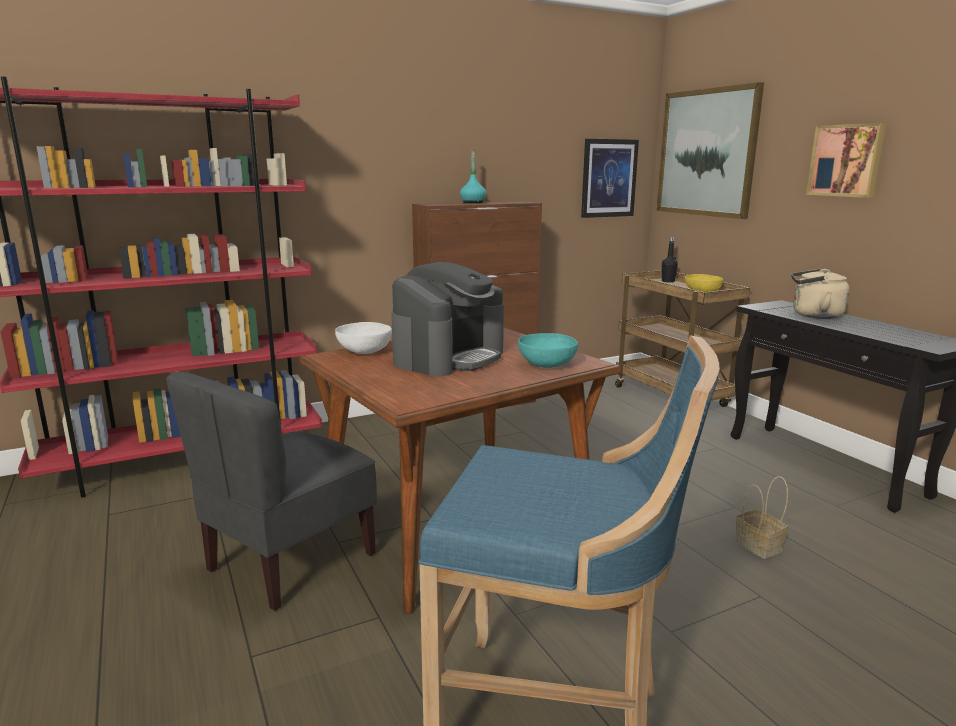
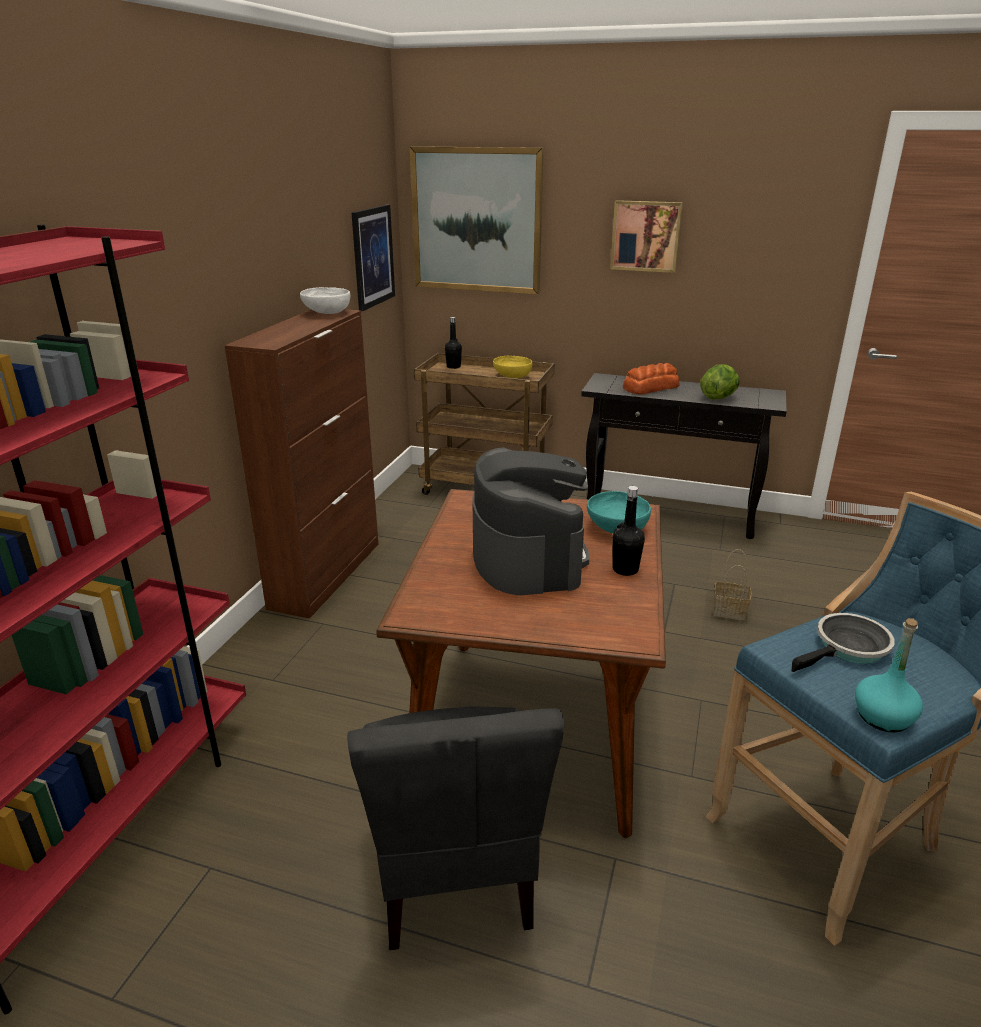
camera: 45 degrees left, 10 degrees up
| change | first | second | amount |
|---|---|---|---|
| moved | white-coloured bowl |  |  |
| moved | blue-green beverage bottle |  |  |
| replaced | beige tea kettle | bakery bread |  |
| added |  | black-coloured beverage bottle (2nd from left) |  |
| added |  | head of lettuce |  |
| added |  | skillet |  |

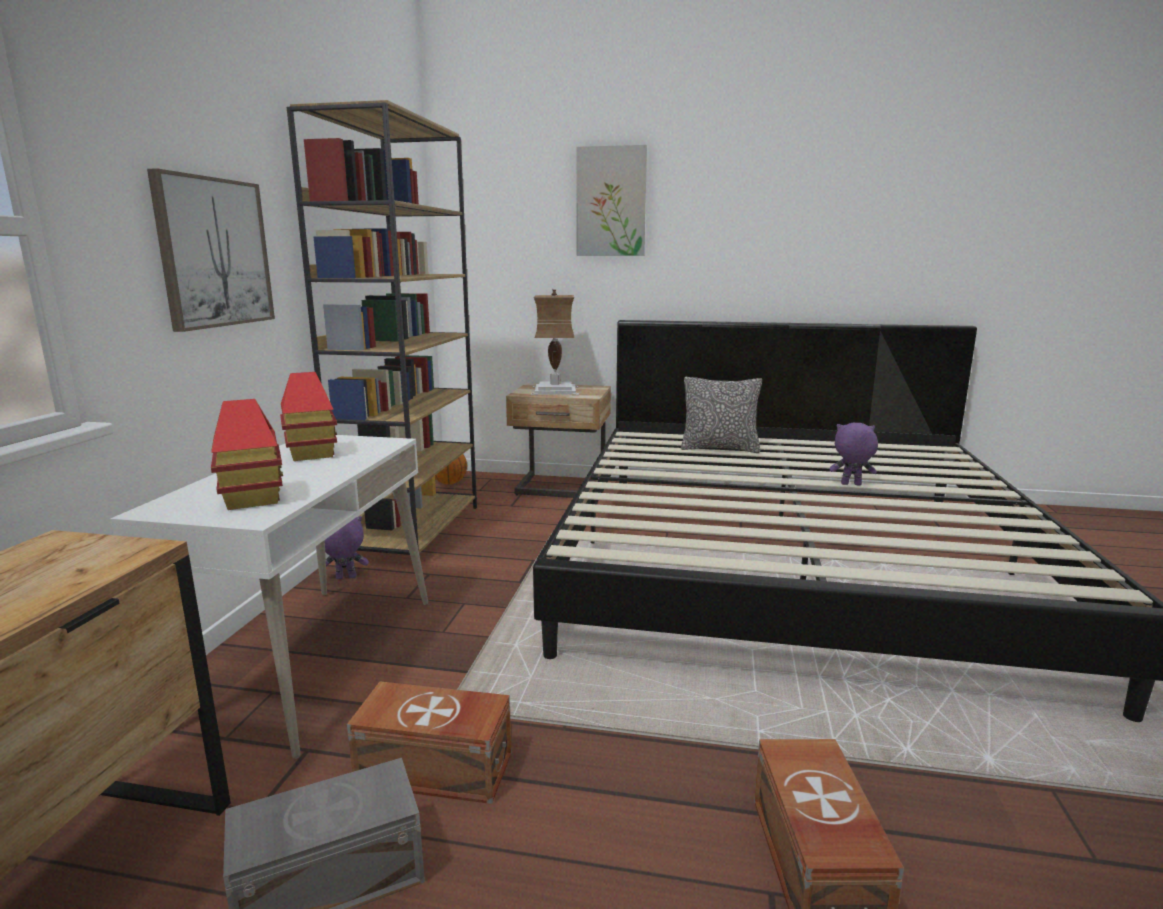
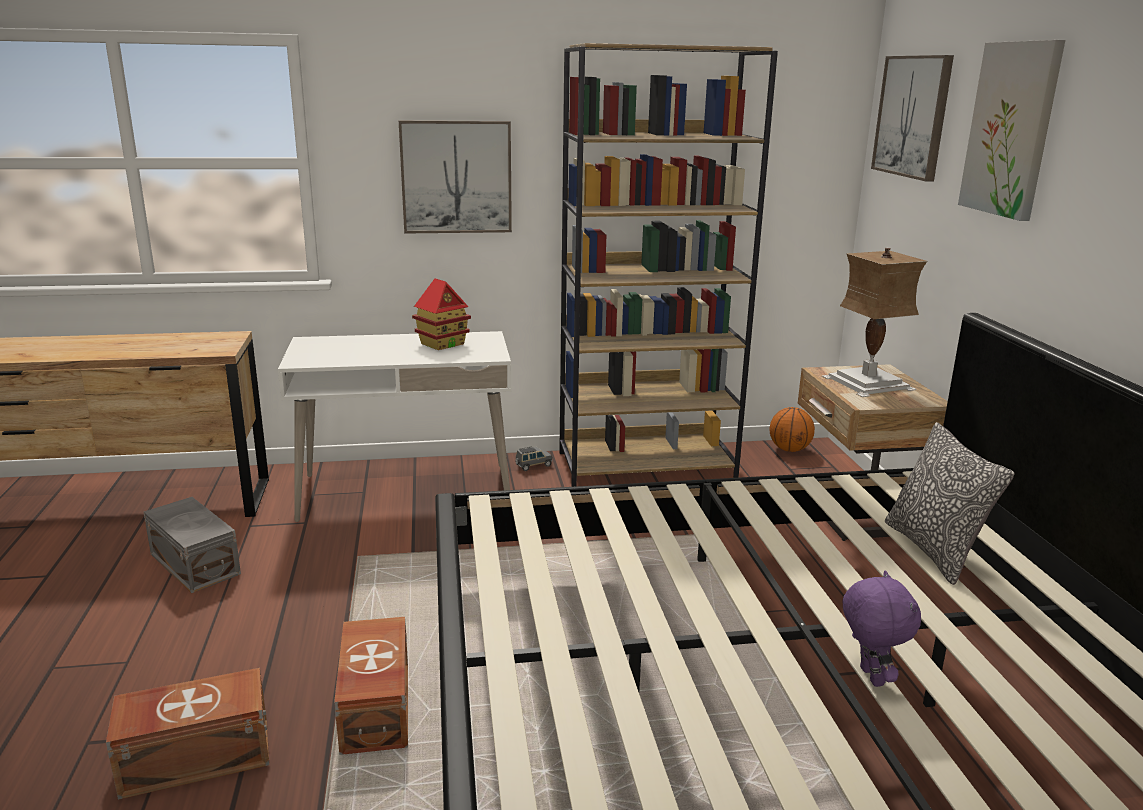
camera: 70 degrees right, 5 degrees up
| change | first | second | amount |
|---|---|---|---|
| removed | toy house (1st from left) |  |  |
| replaced | purple-coloured cuddly toy (1st from left) | grey toy car |  |
| moved | brown storage bin (1st from left in the first image) | brown storage bin (2nd from left) |  |
| added |  | picture (2nd from left) |  |

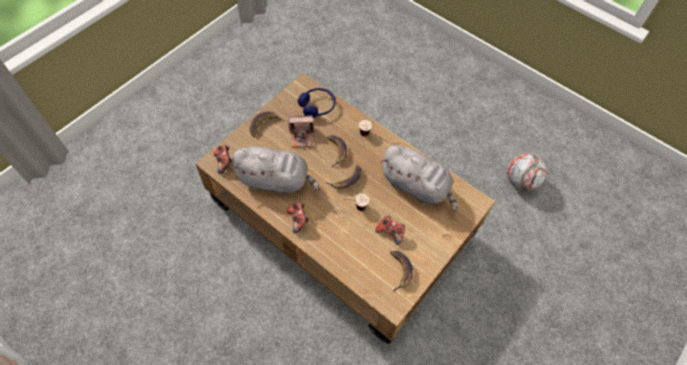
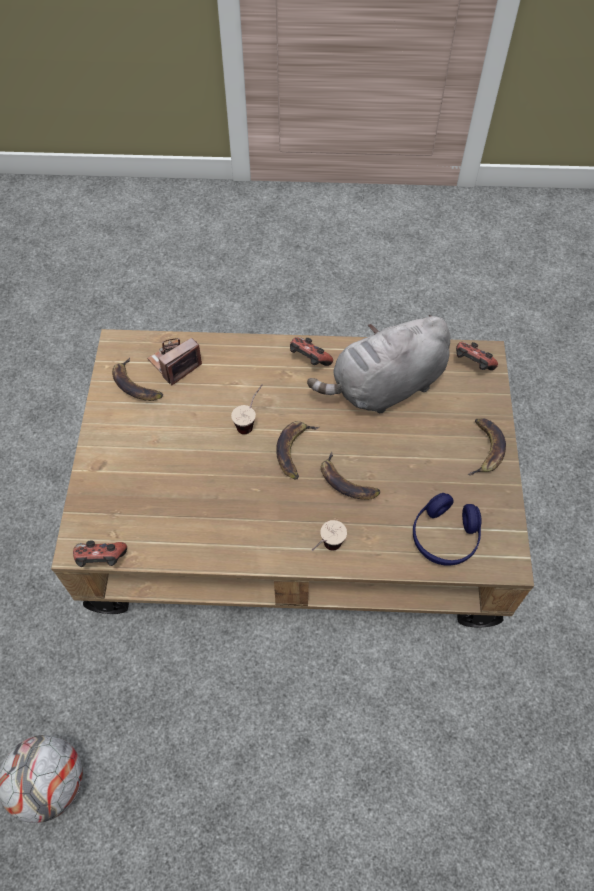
camera: 145 degrees right, 0 degrees up
| change | first | second | amount |
|---|---|---|---|
| moved | photo camera |  |  |
| moved | joypad (3rd from left in the first image) | joypad (1st from left) |  |
| removed | grey cuddly toy (2nd from left) |  |  |

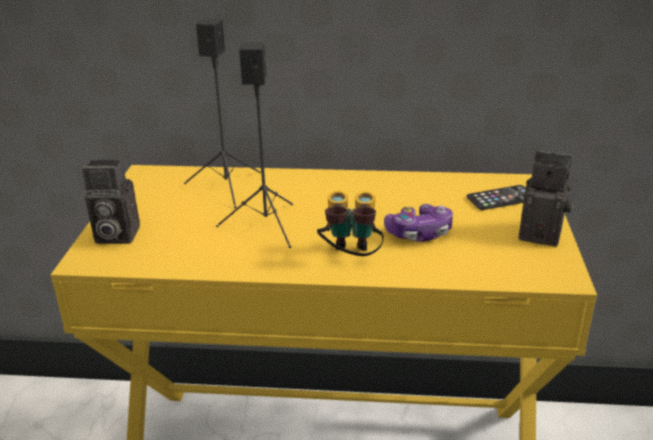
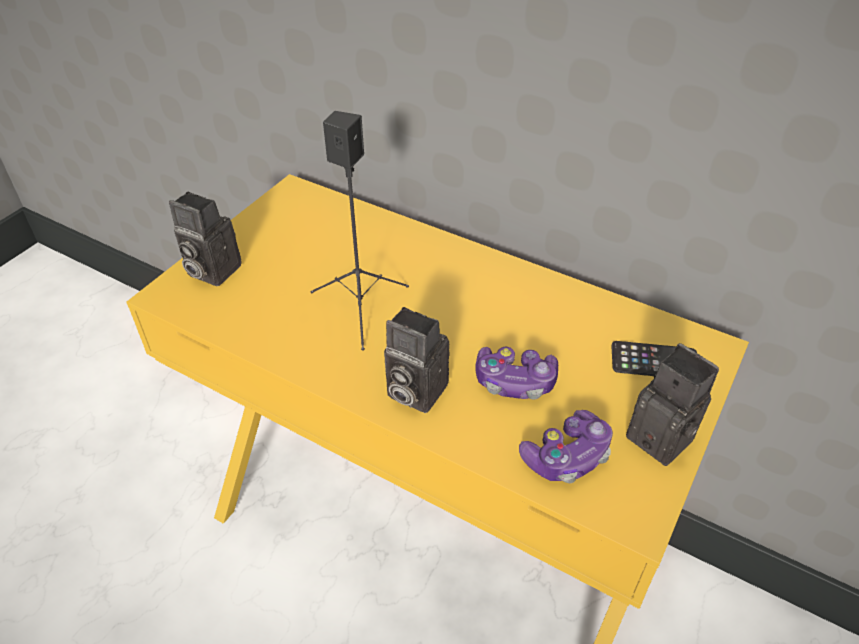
camera: 25 degrees right, 15 degrees up
| change | first | second | amount |
|---|---|---|---|
| removed | black-coloured loudspeaker (1st from left) |  |  |
| replaced | binoculars | photo camera (2nd from left) |  |
| added |  | joypad (2nd from left) |  |

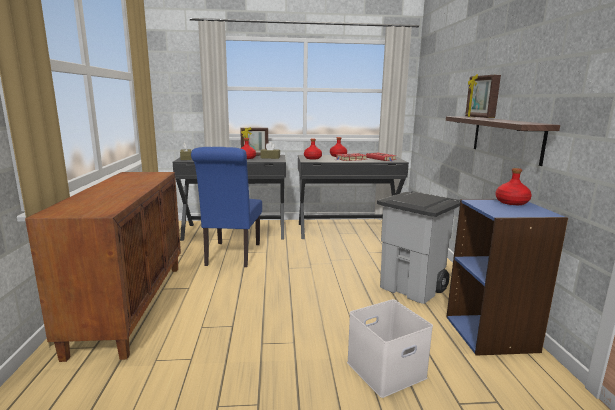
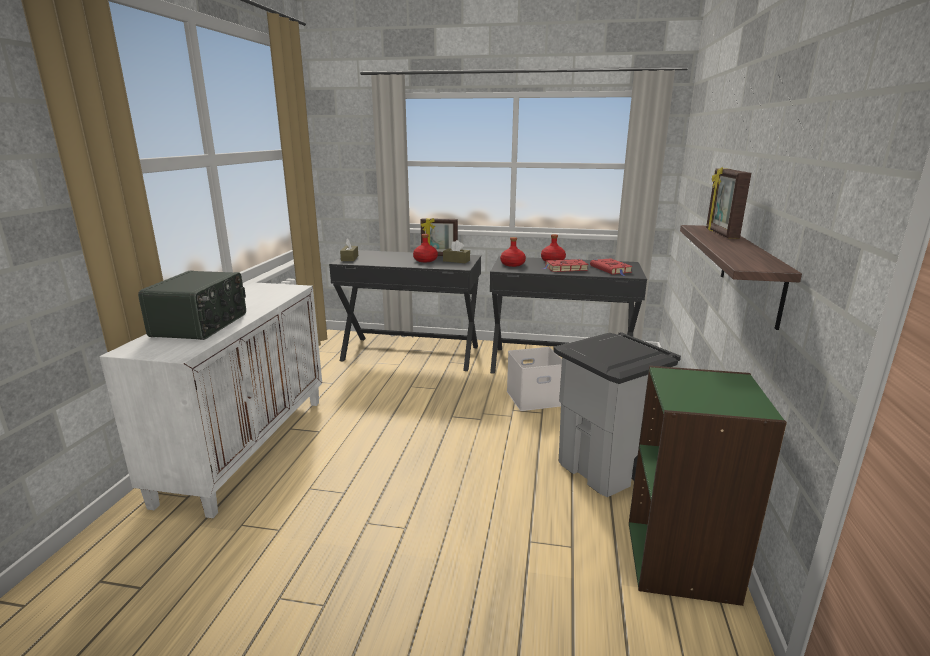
camera: 15 degrees right, 5 degrees up
| change | first | second | amount |
|---|---|---|---|
| recoloured | brown storage cabinet | white-coloured storage cabinet |  |
| removed | blue plain chair |  |  |
| moved | white-coloured storage bin |  |  |
| recoloured | blue bookshelf | green-coloured bookshelf |  |
| removed | red-coloured beverage bottle (4th from left) |  |  |
| added |  | radio |  |

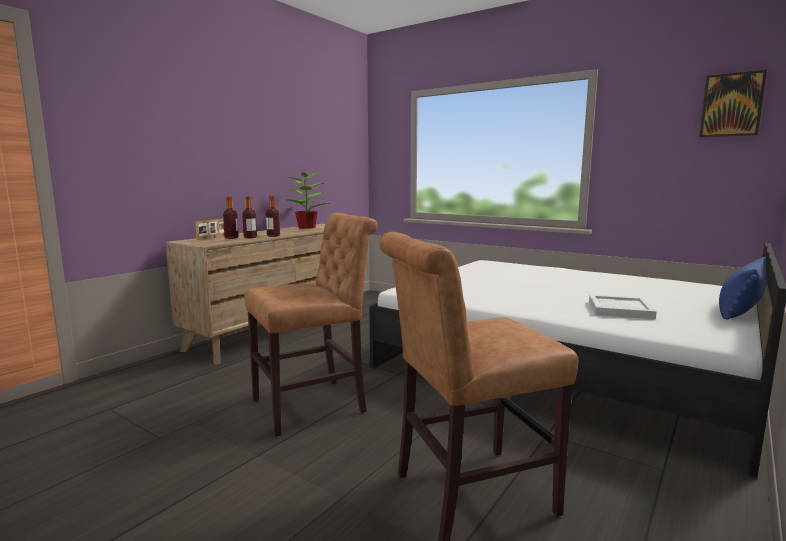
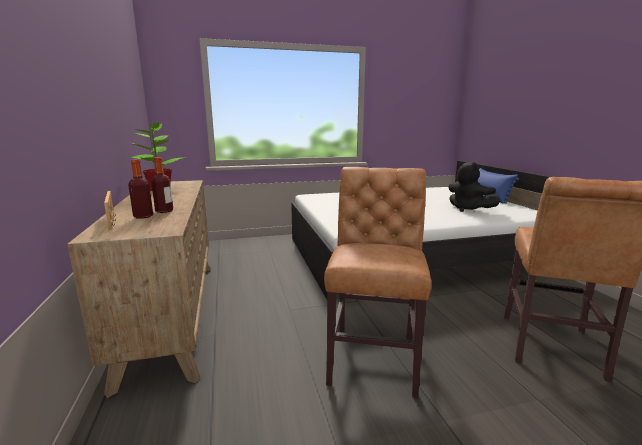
camera: 50 degrees left, 5 degrees up
| change | first | second | amount |
|---|---|---|---|
| removed | beverage bottle (3rd from left) |  |  |
| replaced | white-coloured carrying tray | black-coloured cuddly toy |  |
| removed | picture |  |  |

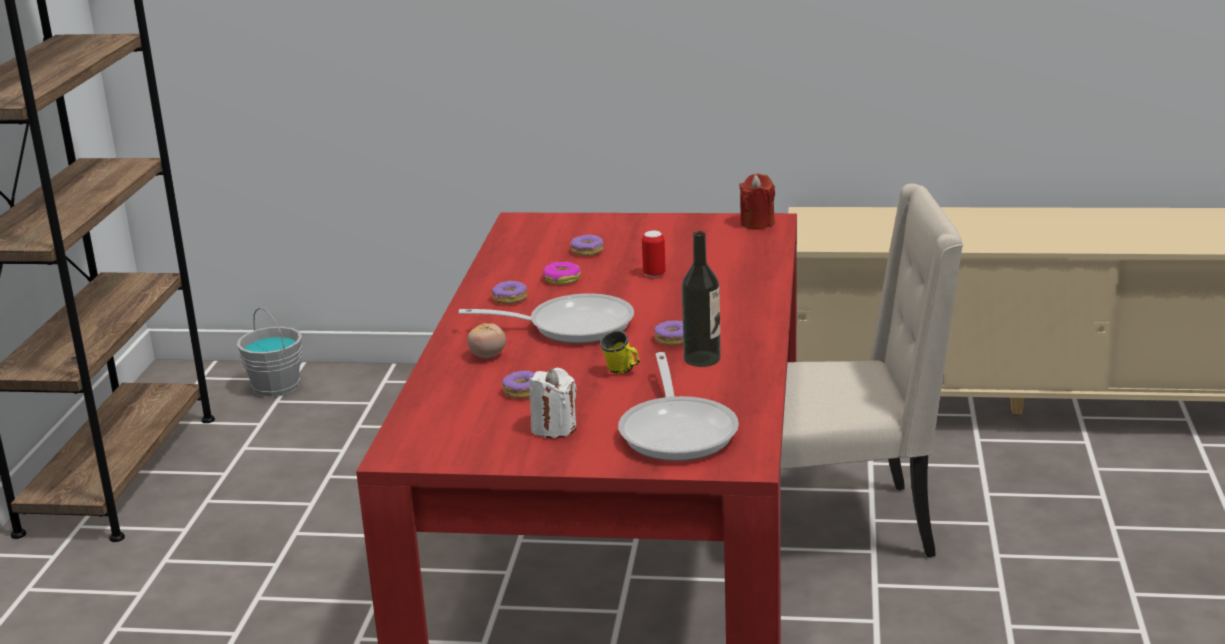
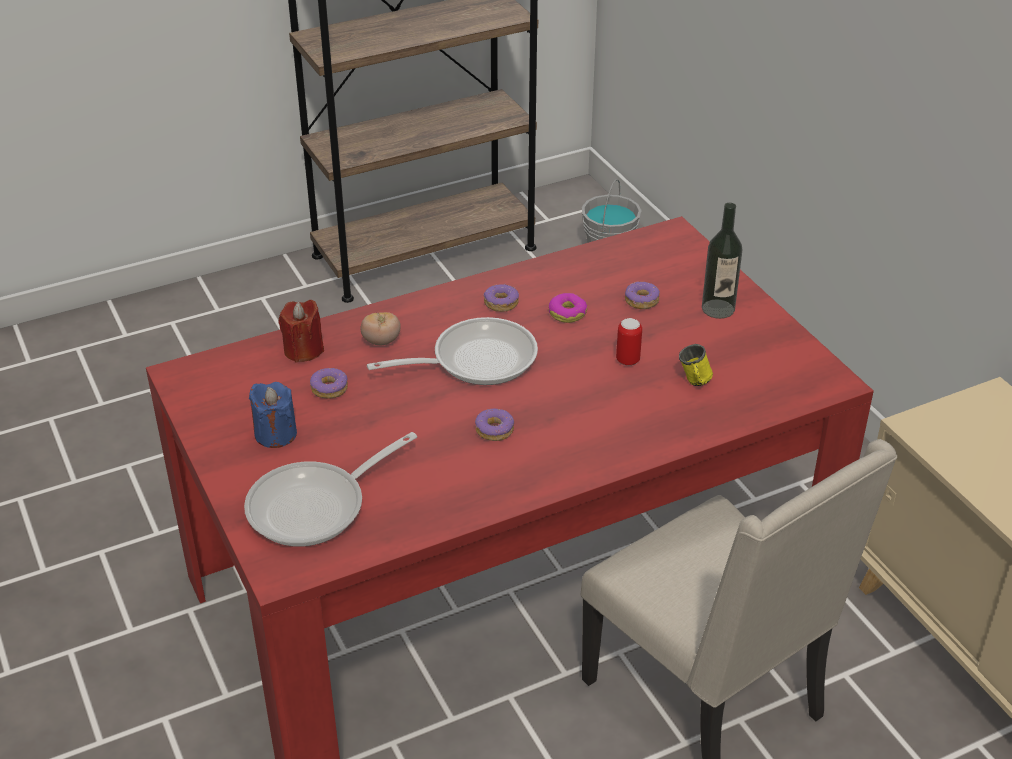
camera: 55 degrees right, 15 degrees up
| change | first | second | amount |
|---|---|---|---|
| turned | skillet (1st from left in the first image) | skillet (2nd from left) | 75 degrees counterclockwise |
| recoloured | white-coloured wax light | blue wax light |  |
| moved | yellow-coloured tea mug |  |  |
| moved | beverage bottle |  |  |
| moved | red-coloured wax light |  |  |

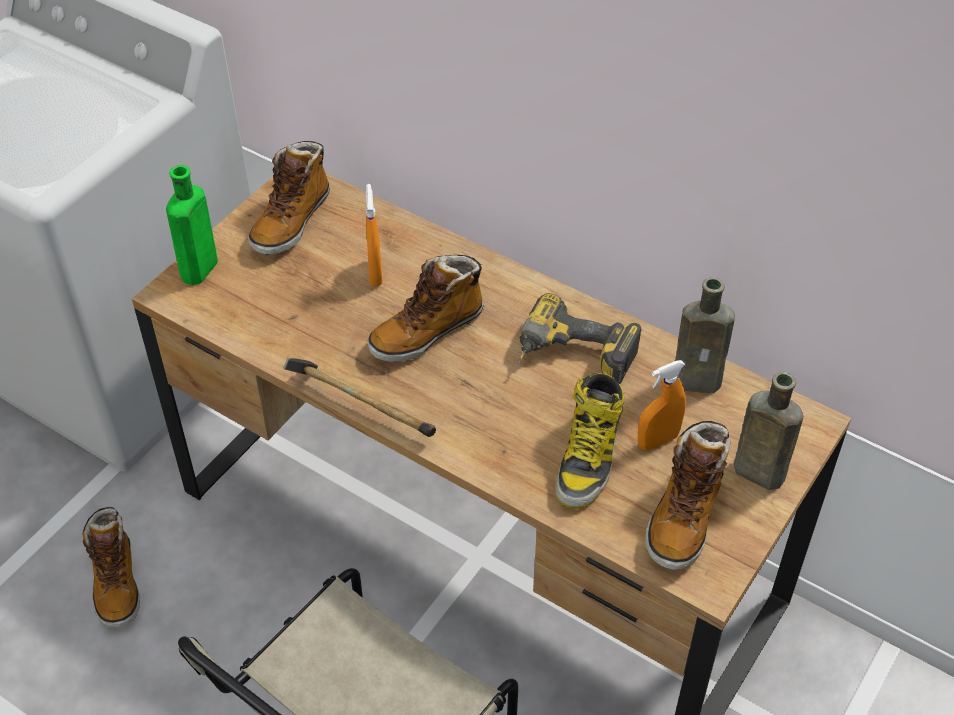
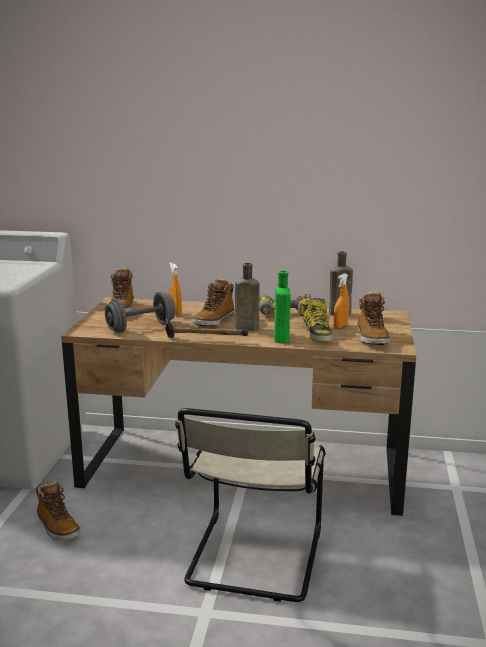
camera: 25 degrees left, 30 degrees down
| change | first | second | amount |
|---|---|---|---|
| moved | green-coloured beverage bottle |  |  |
| moved | brown beverage bottle (2nd from left in the first image) | brown beverage bottle (1st from left) |  |
| added |  | grey hand weight |  |

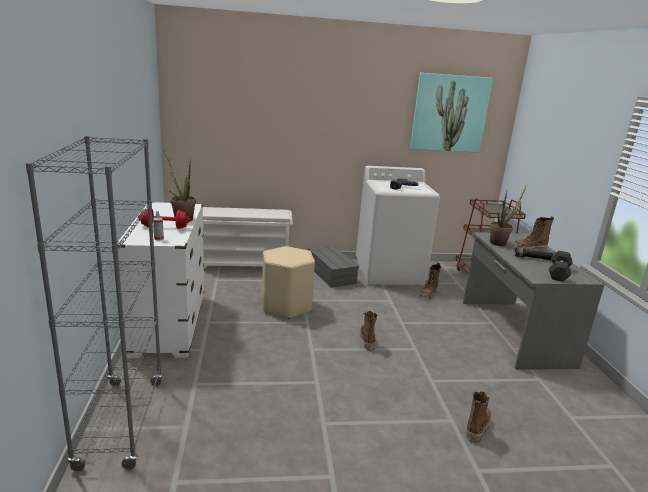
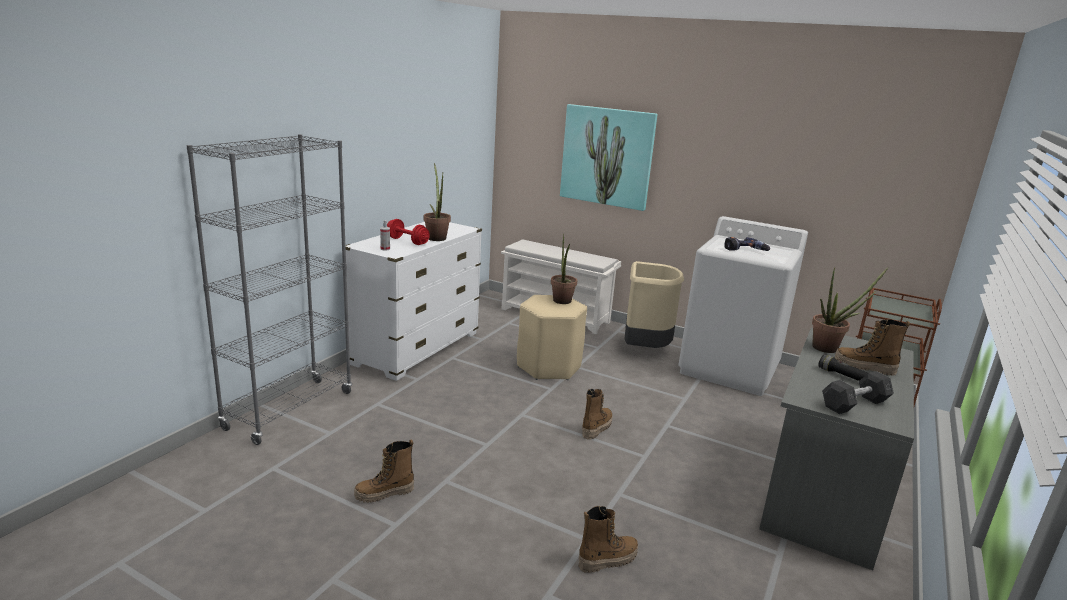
camera: 35 degrees right, 0 degrees up
| change | first | second | amount |
|---|---|---|---|
| replaced | grey storage bin | beige rubbish bin |  |
| moved | picture |  |  |
| moved | tall boot (2nd from left in the first image) | tall boot (1st from left) |  |
| added |  | plant in a pot (2nd from left) |  |

